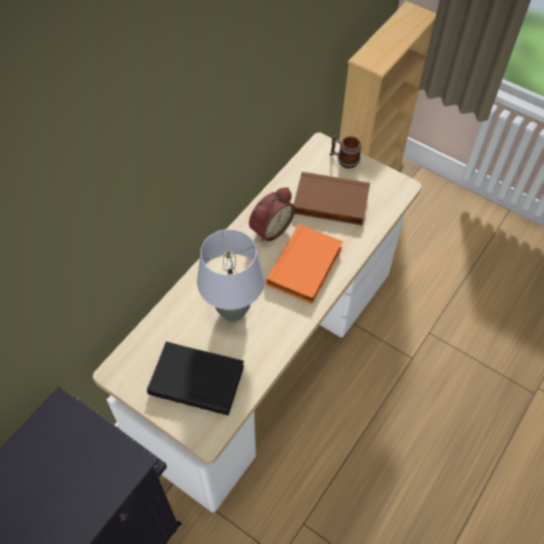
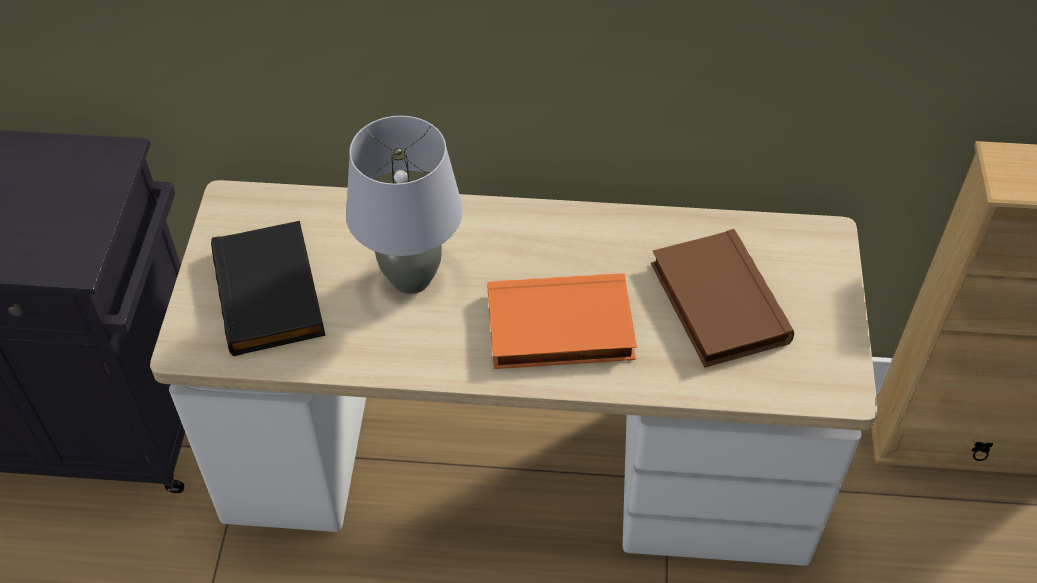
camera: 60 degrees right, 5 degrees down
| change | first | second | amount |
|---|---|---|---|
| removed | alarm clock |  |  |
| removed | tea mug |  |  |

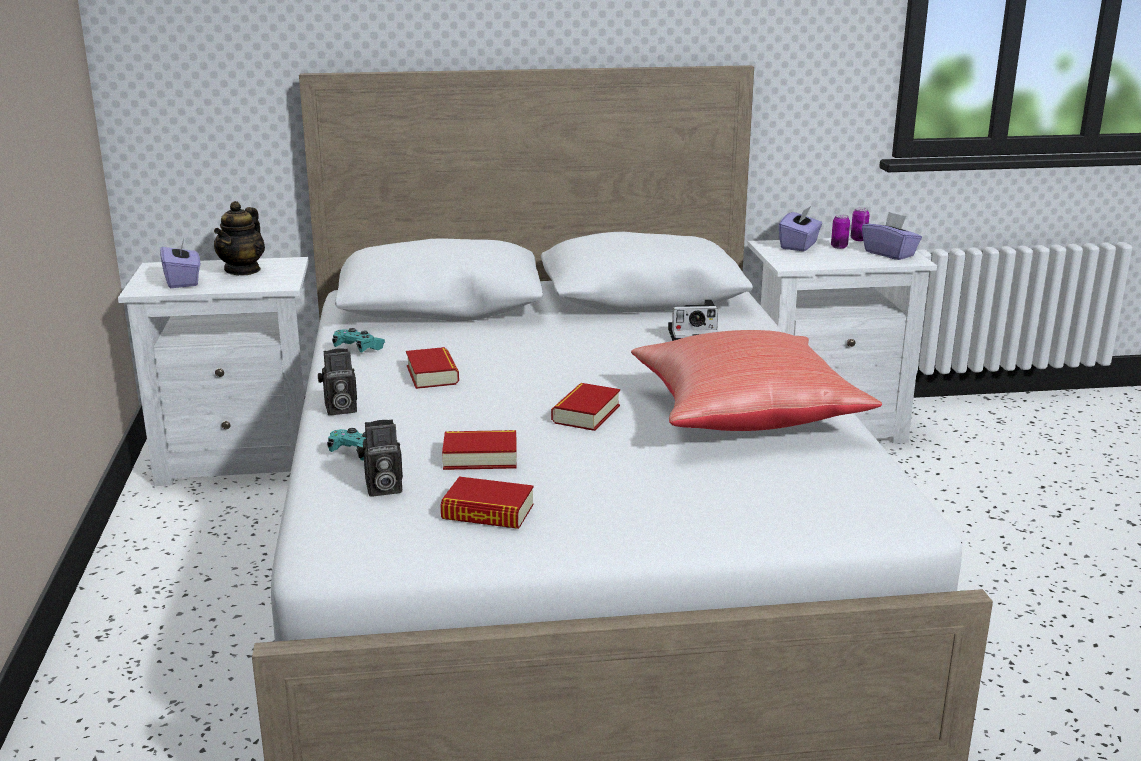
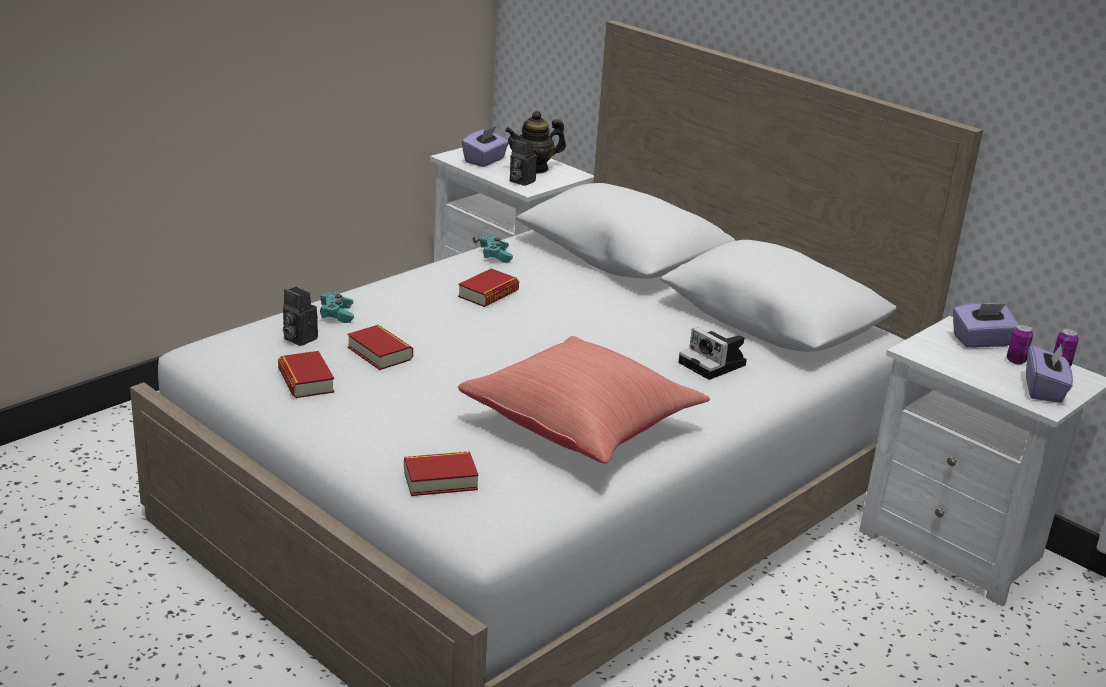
camera: 50 degrees right, 5 degrees up
| change | first | second | amount |
|---|---|---|---|
| moved | photo camera (1st from left in the first image) | photo camera (2nd from left) |  |
| moved | bound book (4th from left in the first image) | bound book (3rd from left) |  |

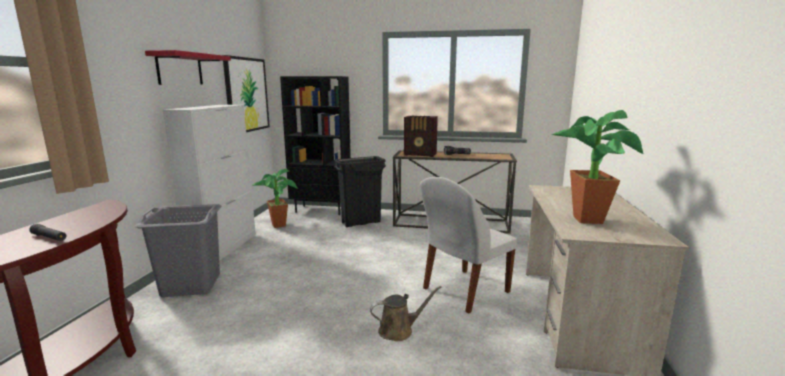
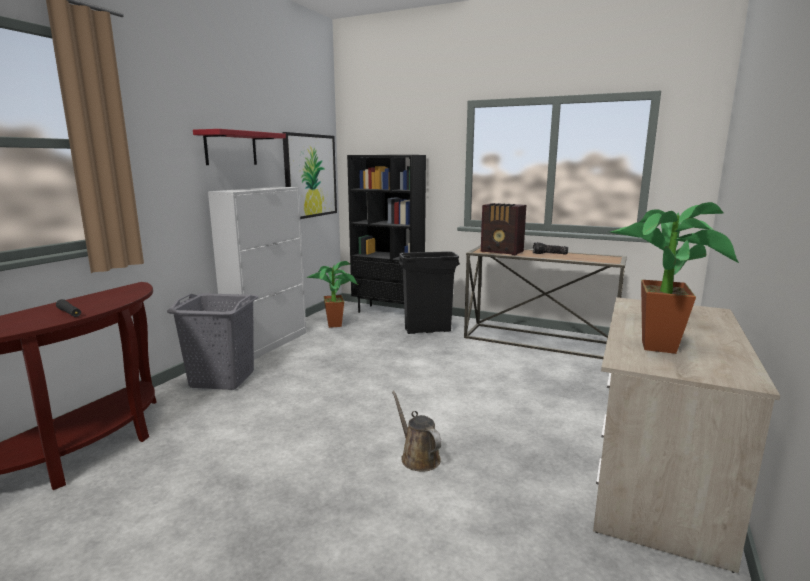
camera: 15 degrees right, 0 degrees up
| change | first | second | amount |
|---|---|---|---|
| turned | brown watering pot |  | 120 degrees counterclockwise |
| removed | white-coloured plain chair |  |  |

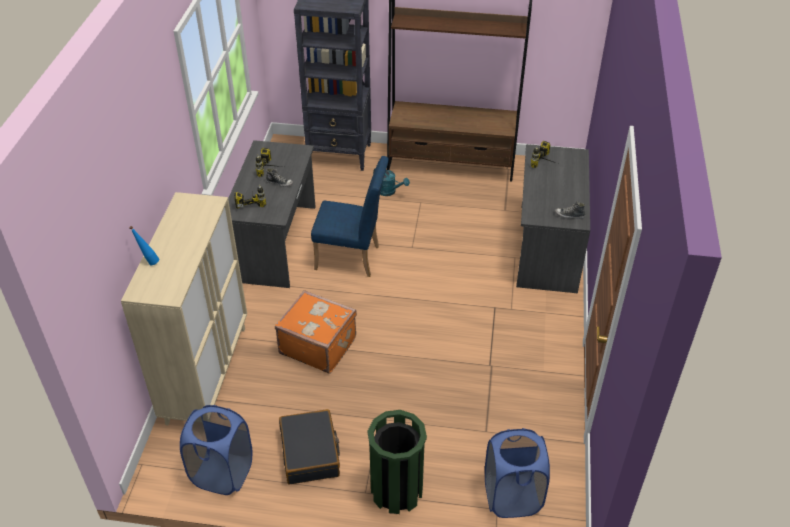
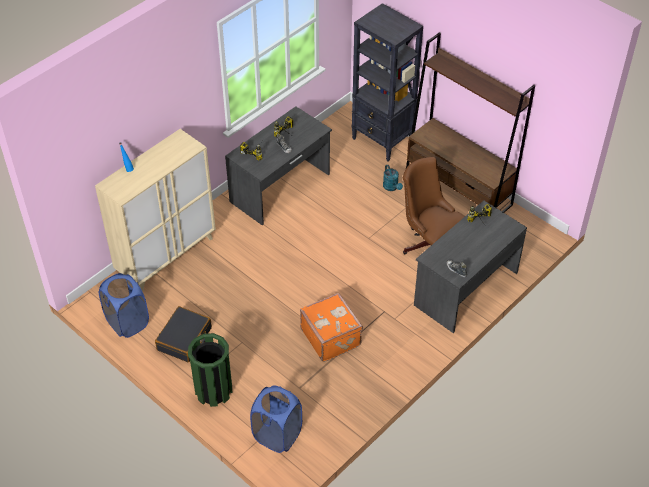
camera: 35 degrees right, 5 degrees up
| change | first | second | amount |
|---|---|---|---|
| moved | orange travel case |  |  |
| removed | blue plain chair |  |  |
| added |  | brown office chair |  |

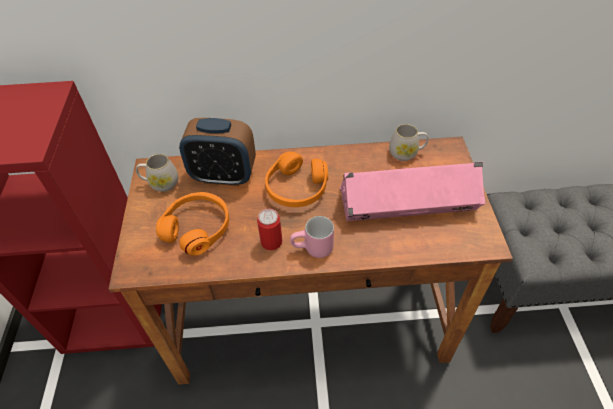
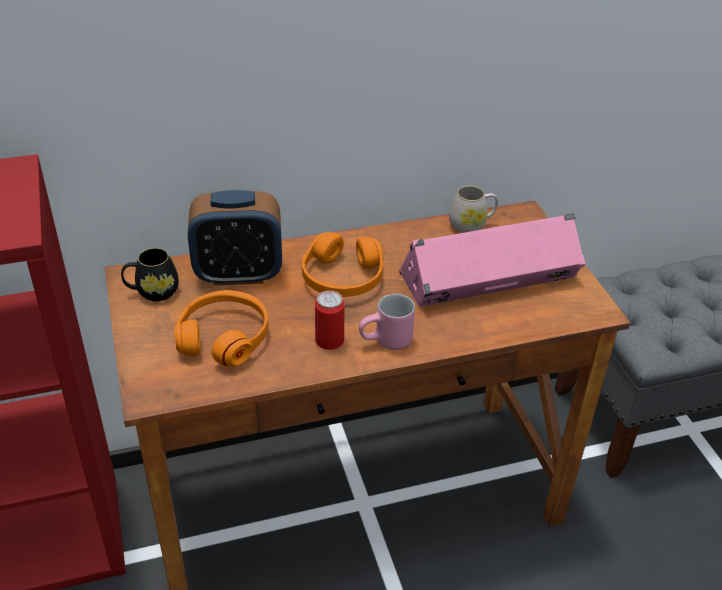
camera: 15 degrees left, 10 degrees down
| change | first | second | amount |
|---|---|---|---|
| recoloured | white-coloured tea mug (1st from left) | black-coloured tea mug |  |

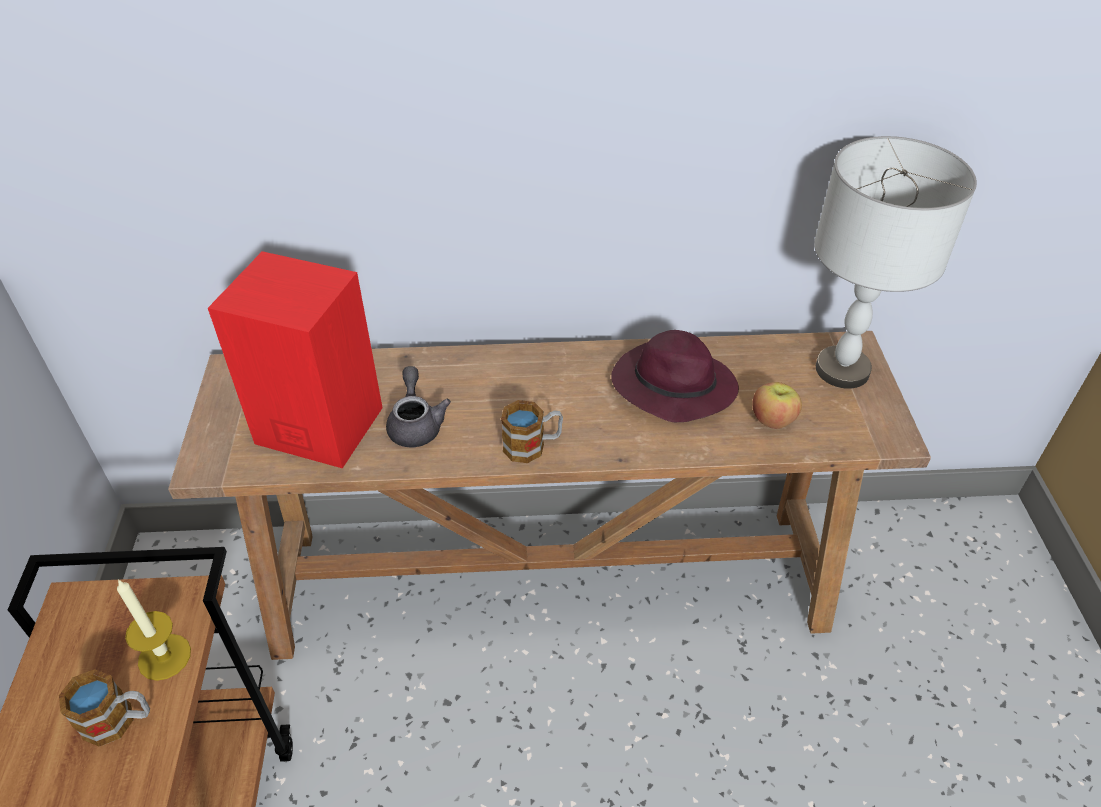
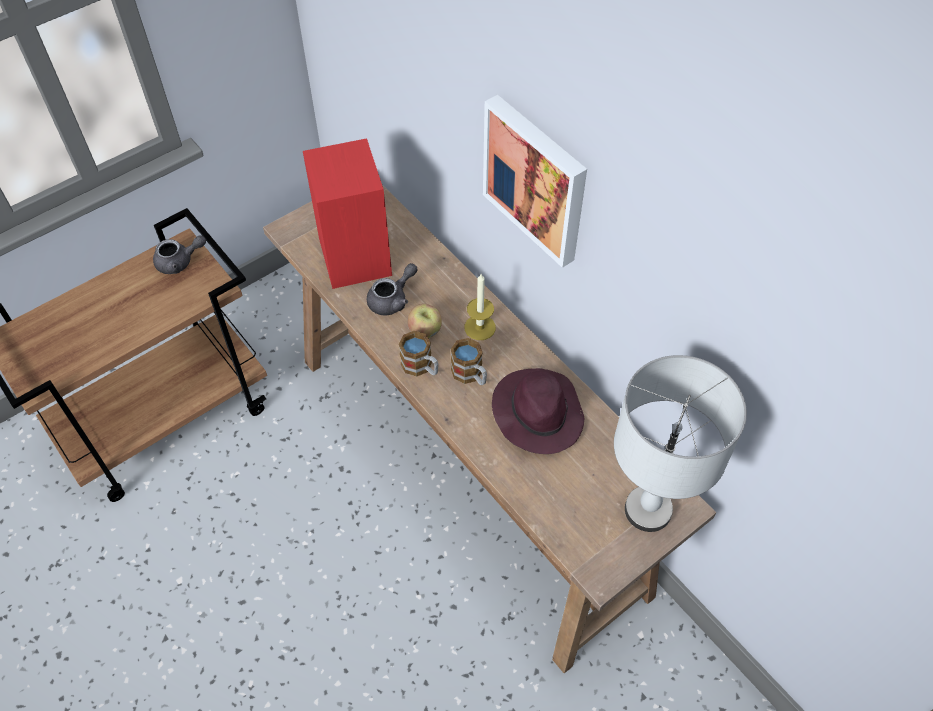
camera: 55 degrees right, 10 degrees up
| change | first | second | amount |
|---|---|---|---|
| moved | tea mug (1st from left in the first image) | tea mug (2nd from left) |  |
| moved | wax light |  |  |
| moved | whole apple |  |  |
| added |  | grey pot for tea (1st from left) |  |
| added |  | picture |  |

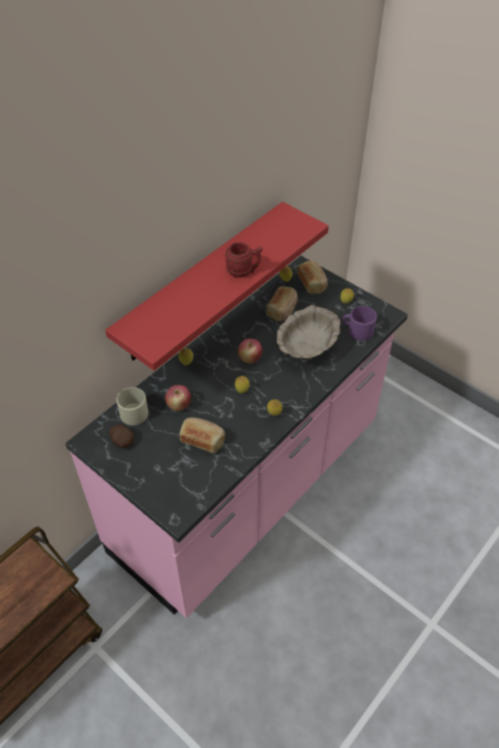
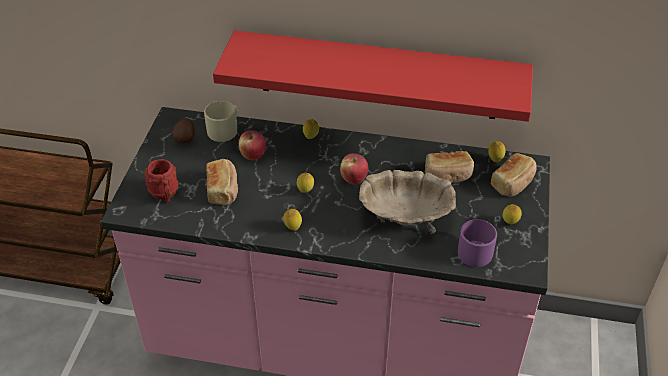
camera: 60 degrees right, 5 degrees down
| change | first | second | amount |
|---|---|---|---|
| moved | red-coloured tea mug |  |  |

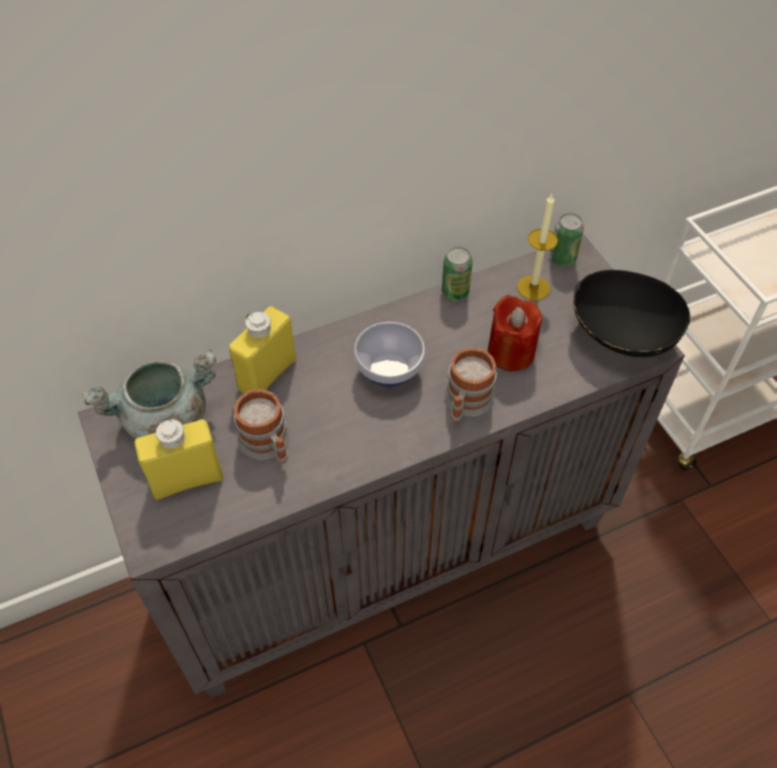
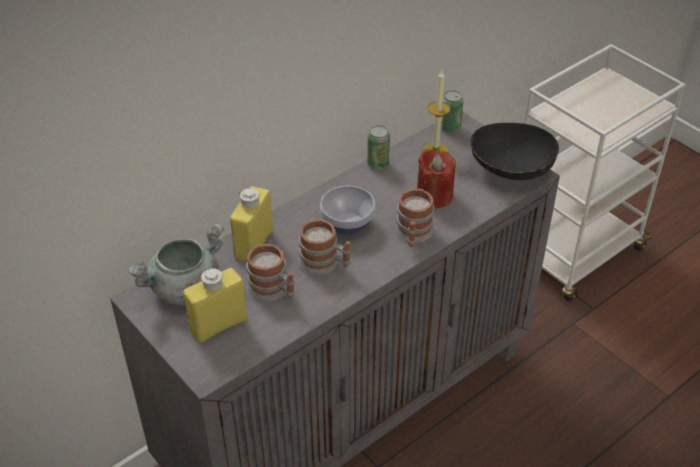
camera: 15 degrees left, 10 degrees down
| change | first | second | amount |
|---|---|---|---|
| added |  | tea mug (2nd from left) |  |

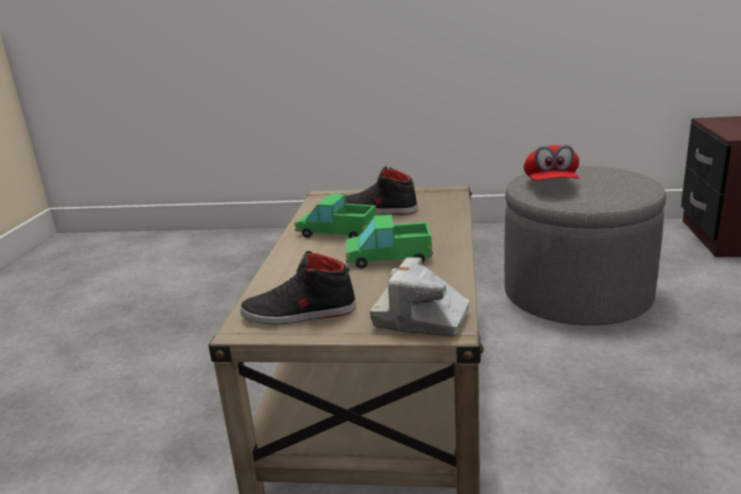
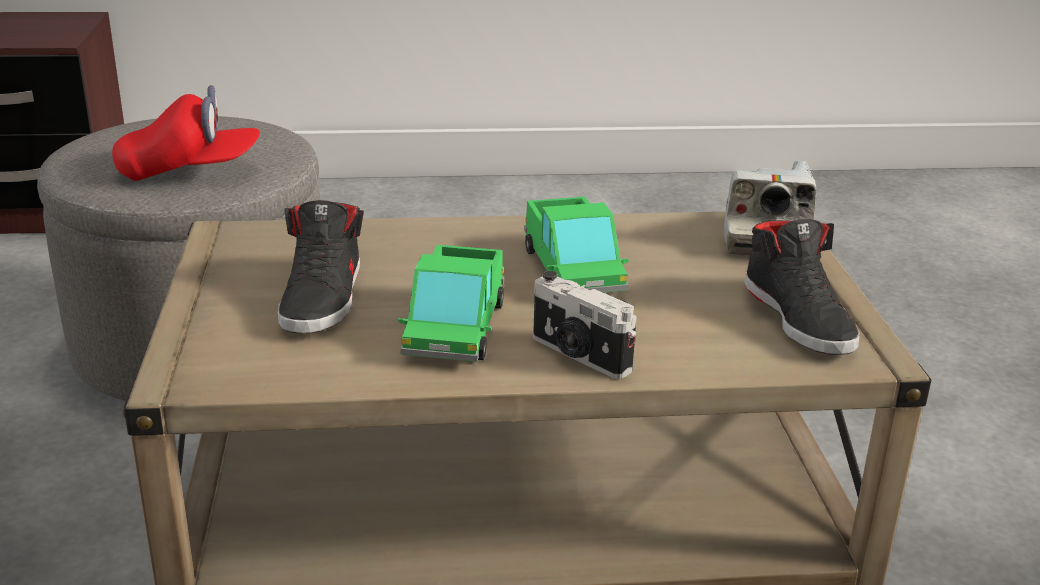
camera: 105 degrees left, 5 degrees up
| change | first | second | amount |
|---|---|---|---|
| added |  | photo camera (1st from left) |  |

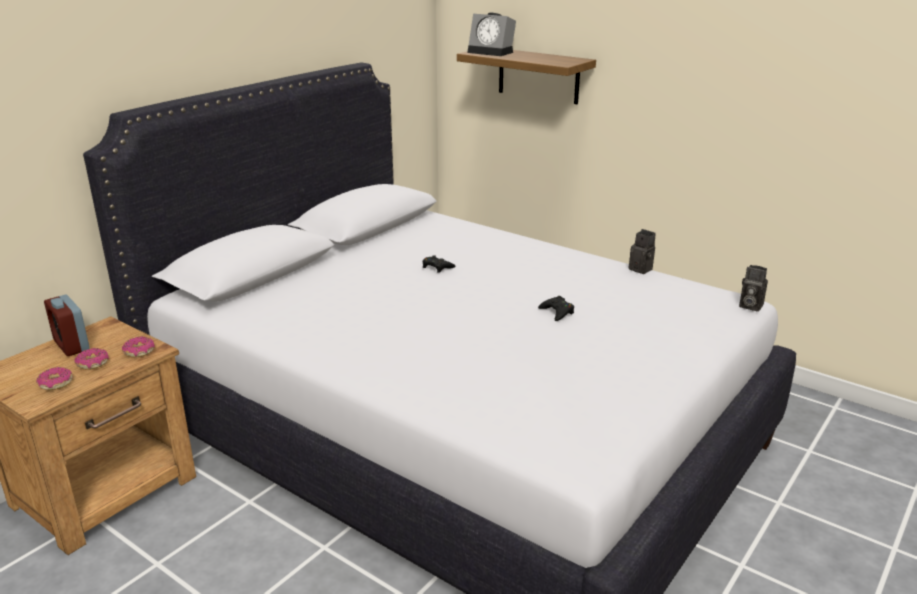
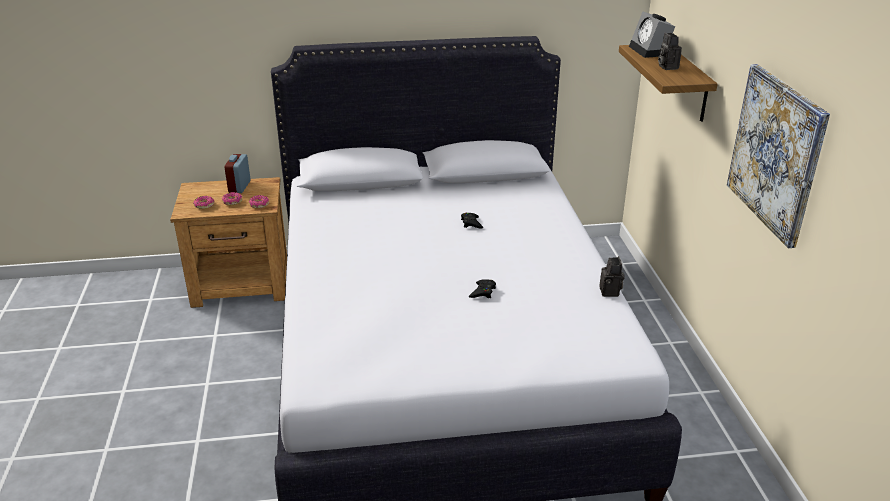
camera: 45 degrees right, 5 degrees up
| change | first | second | amount |
|---|---|---|---|
| moved | photo camera (2nd from left) |  |  |
| added |  | picture |  |

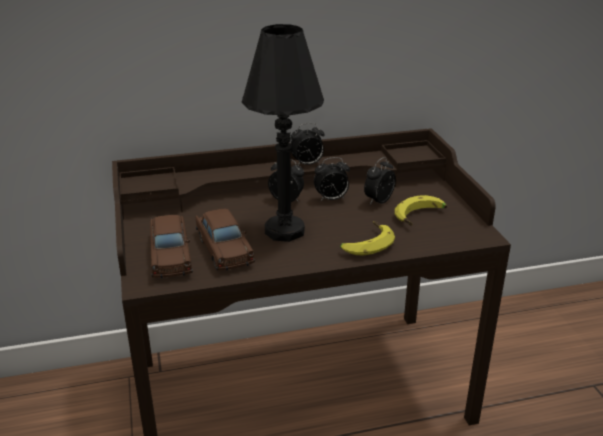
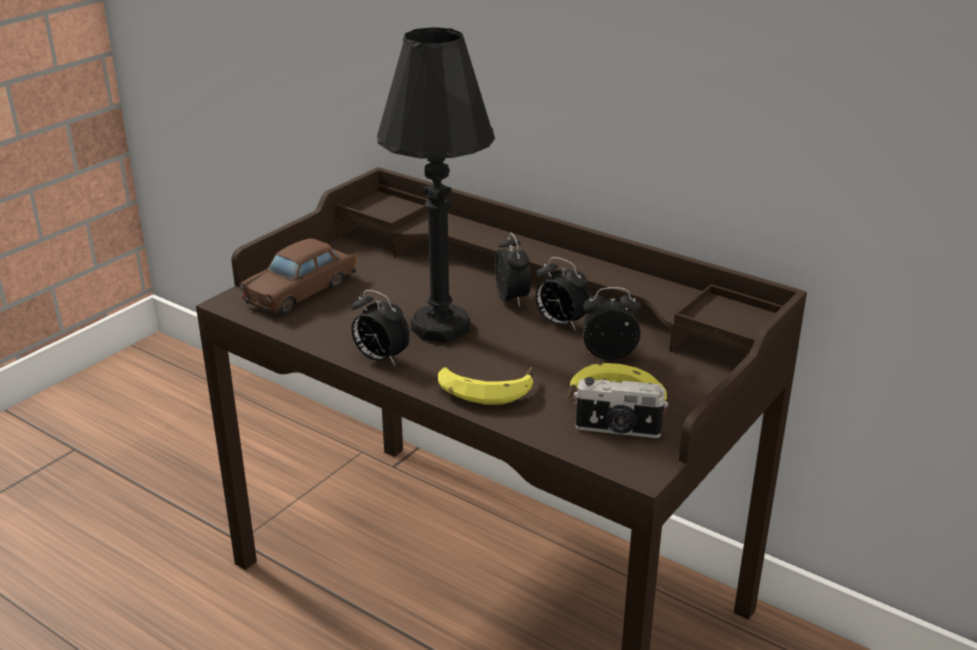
camera: 50 degrees right, 0 degrees up
| change | first | second | amount |
|---|---|---|---|
| removed | brown toy car (2nd from left) |  |  |
| moved | alarm clock (2nd from left in the first image) | alarm clock (1st from left) |  |
| added |  | photo camera |  |

